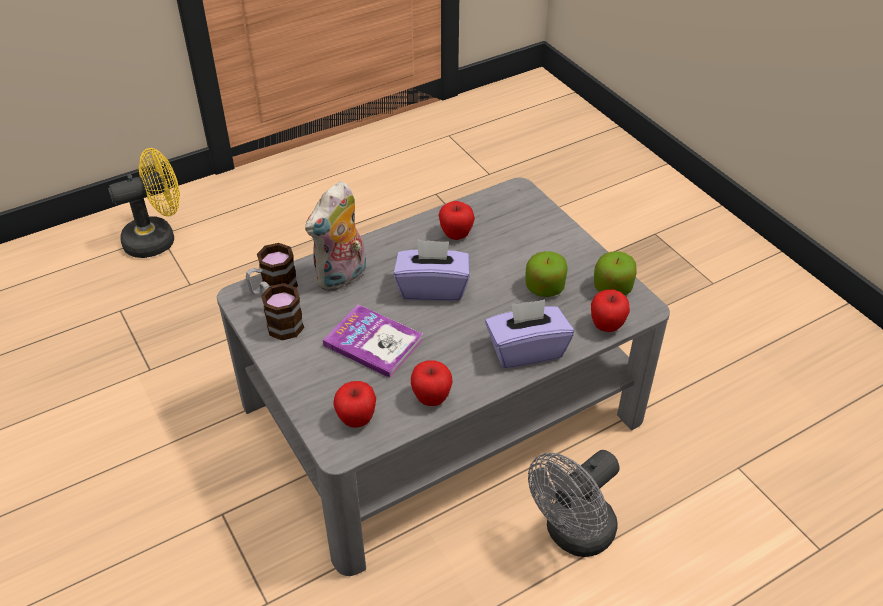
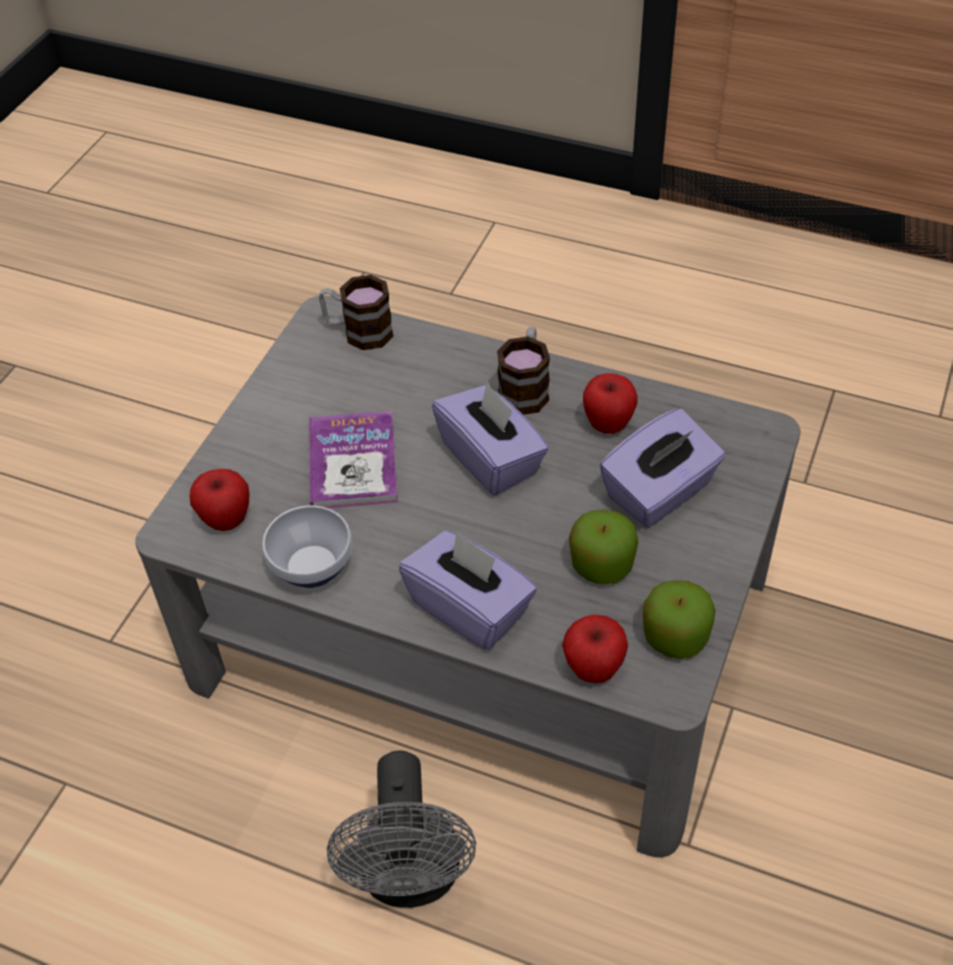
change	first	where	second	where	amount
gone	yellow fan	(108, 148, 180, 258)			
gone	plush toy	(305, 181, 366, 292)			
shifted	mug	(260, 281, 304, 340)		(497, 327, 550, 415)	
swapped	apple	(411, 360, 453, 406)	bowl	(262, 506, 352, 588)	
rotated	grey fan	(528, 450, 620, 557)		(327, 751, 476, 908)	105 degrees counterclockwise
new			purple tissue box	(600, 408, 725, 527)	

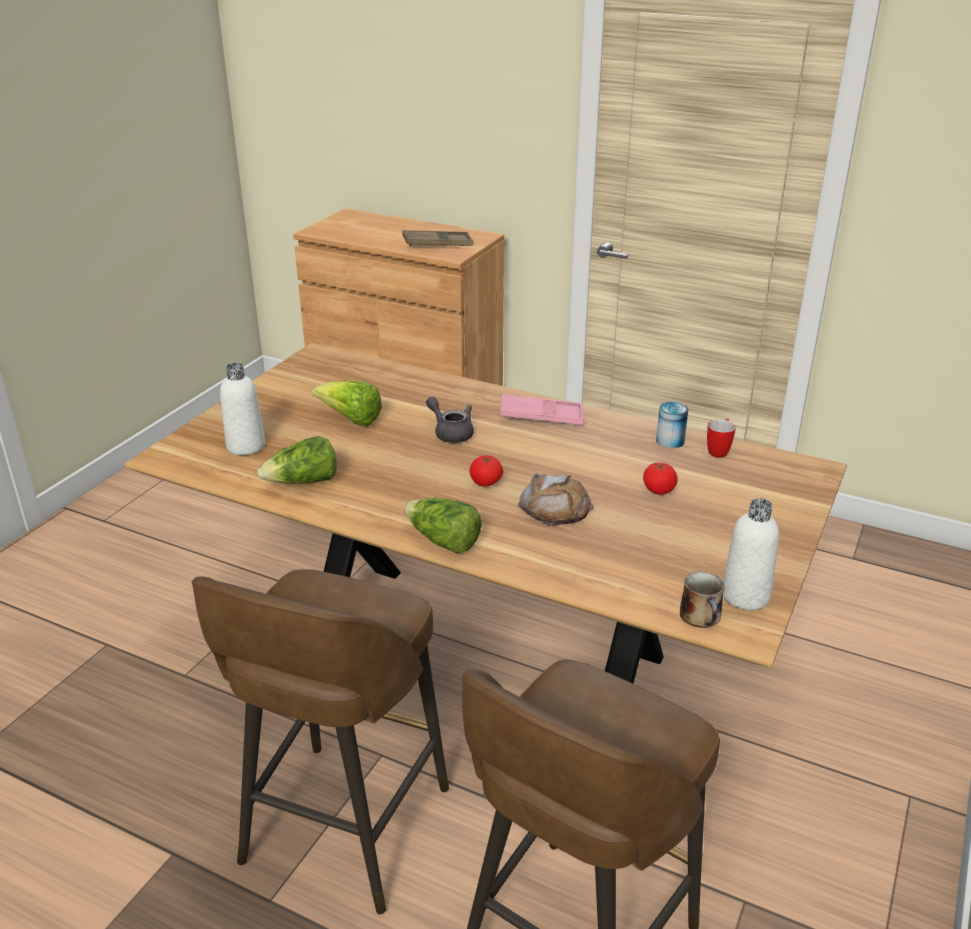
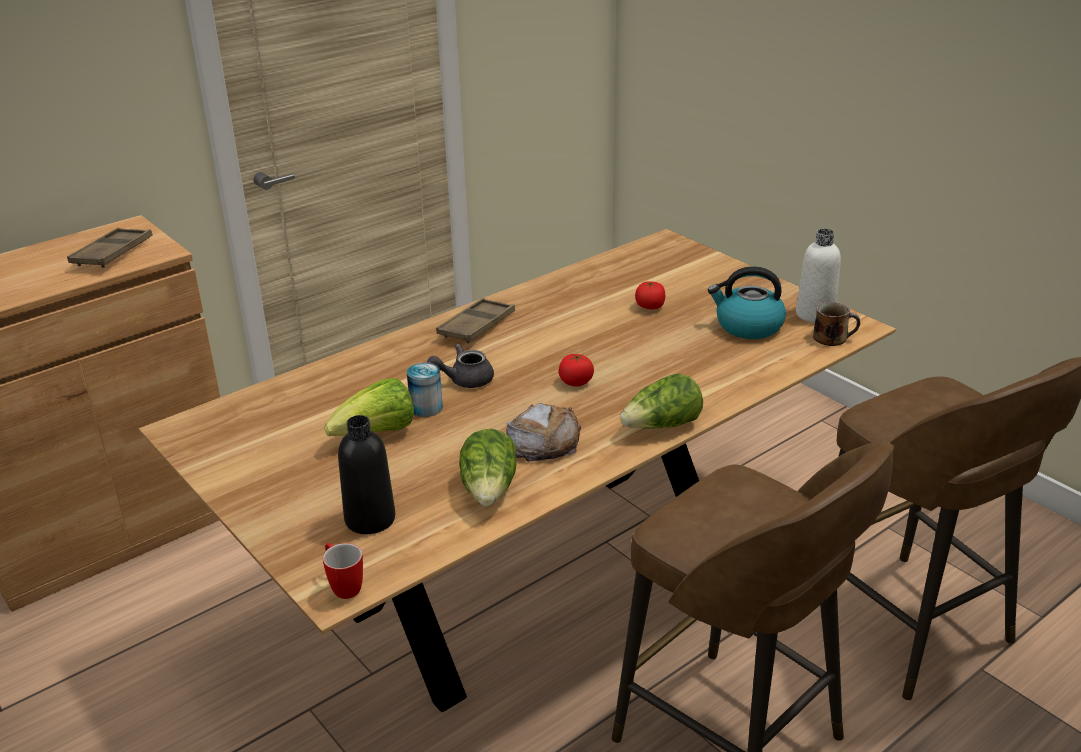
change	first	where	second	where	amount
repainted	white bottle	(220, 363, 265, 455)	black bottle	(338, 415, 395, 534)	
repainted	pink tray	(500, 394, 584, 425)	brown tray	(436, 298, 515, 343)	
shifted	can	(656, 402, 688, 448)		(407, 362, 443, 417)	
shifted	mug	(707, 419, 736, 458)		(323, 543, 363, 599)	
shifted	bread	(518, 473, 594, 526)		(506, 403, 581, 462)	
new			kettle	(708, 266, 786, 339)	

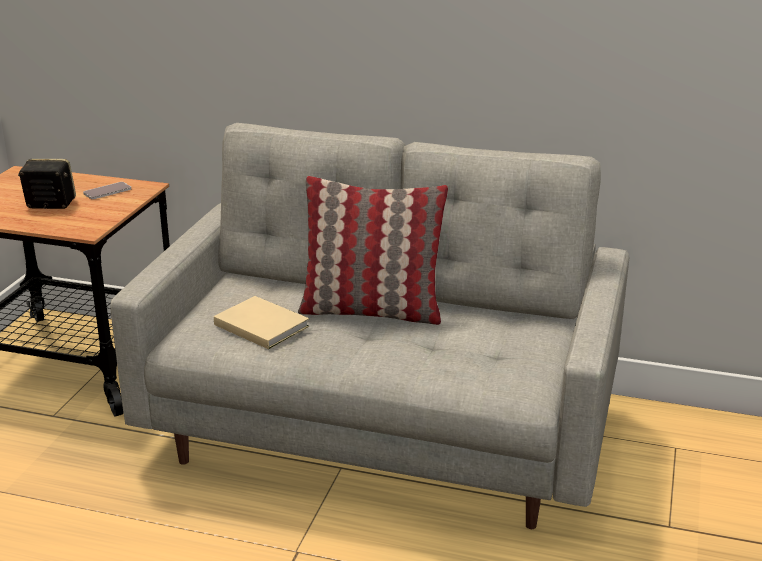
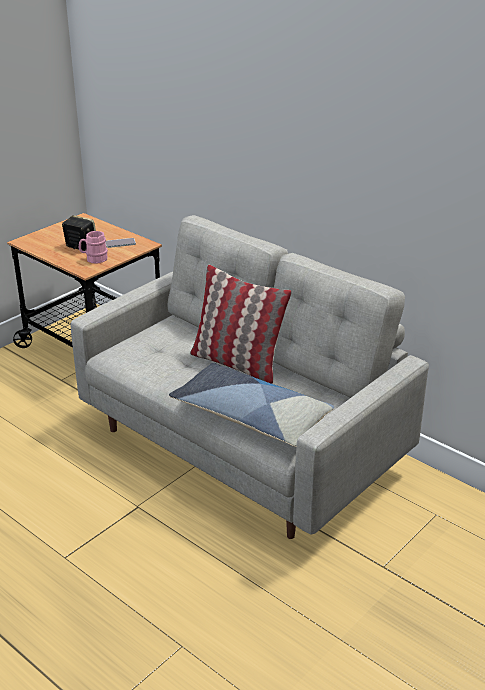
change	first	where	second	where	amount
gone	beige book	(214, 296, 309, 349)			
new			pink mug	(79, 231, 108, 264)	
new			pillow	(169, 363, 334, 447)	

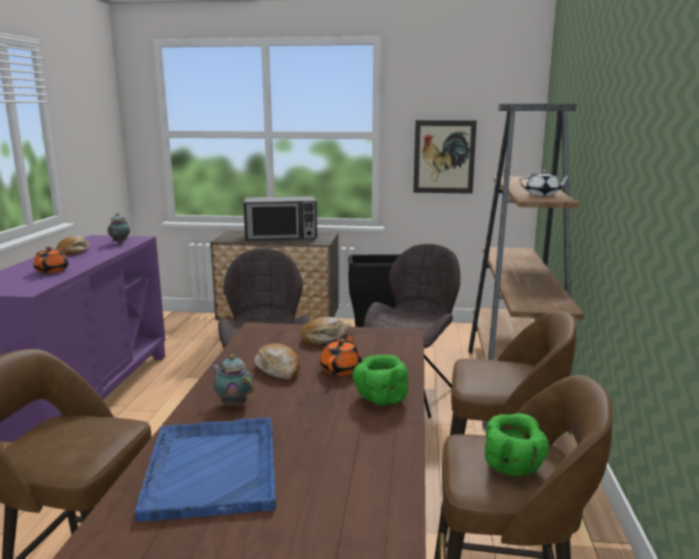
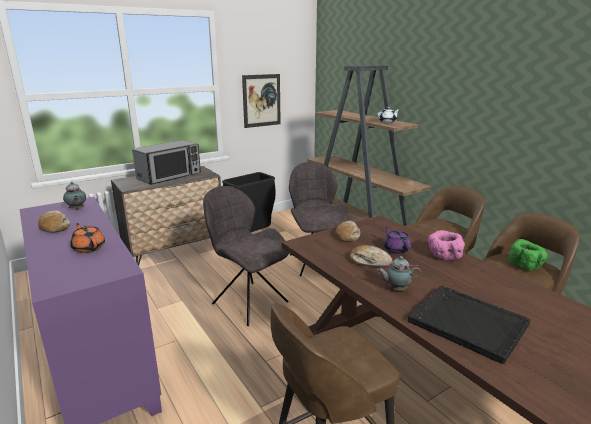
change	first	where	second	where	amount
repainted	orange teapot	(320, 334, 362, 376)	purple teapot	(384, 226, 411, 254)	
repainted	green bowl	(353, 355, 408, 406)	pink bowl	(428, 230, 465, 260)	
repainted	blue tray	(134, 417, 276, 522)	black tray	(408, 286, 531, 364)	

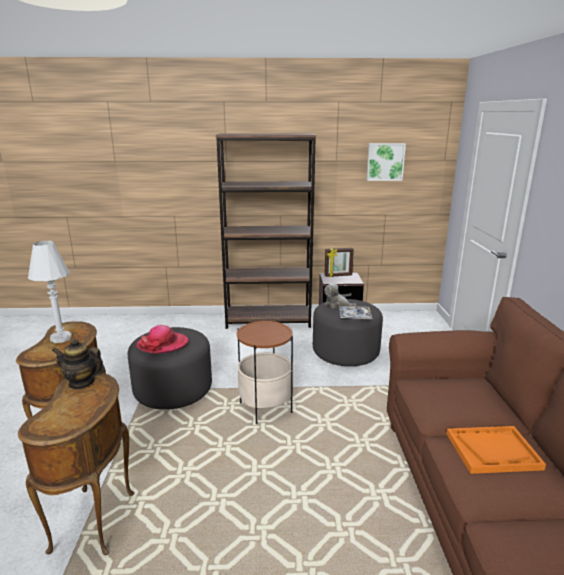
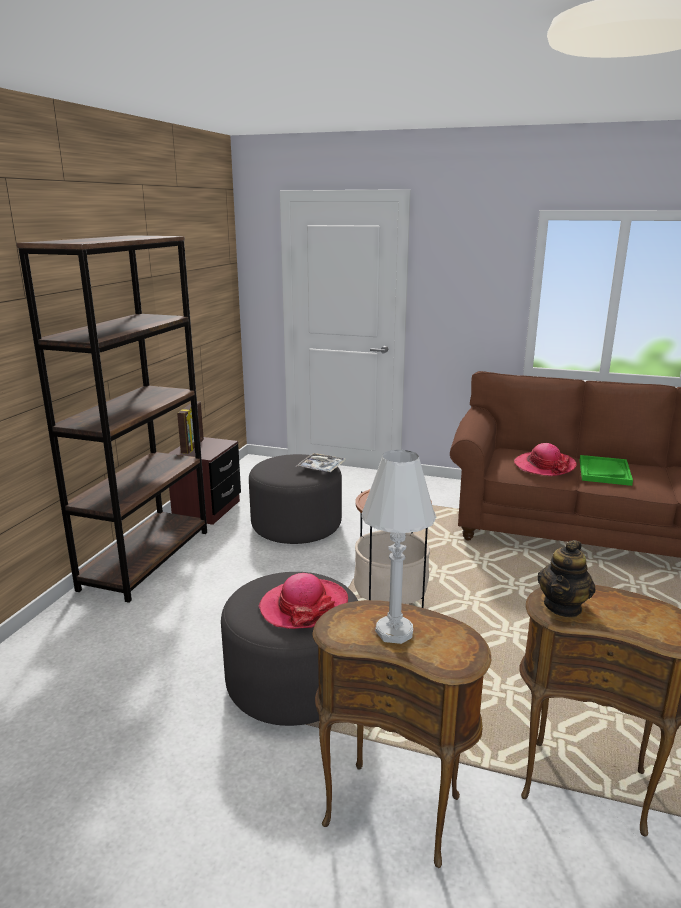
change	first	where	second	where	amount
gone	picture	(366, 143, 406, 181)			
gone	plush toy	(324, 283, 356, 308)			
repainted	orange tray	(447, 426, 546, 474)	green tray	(580, 455, 633, 486)	
new			hat	(514, 443, 577, 476)	

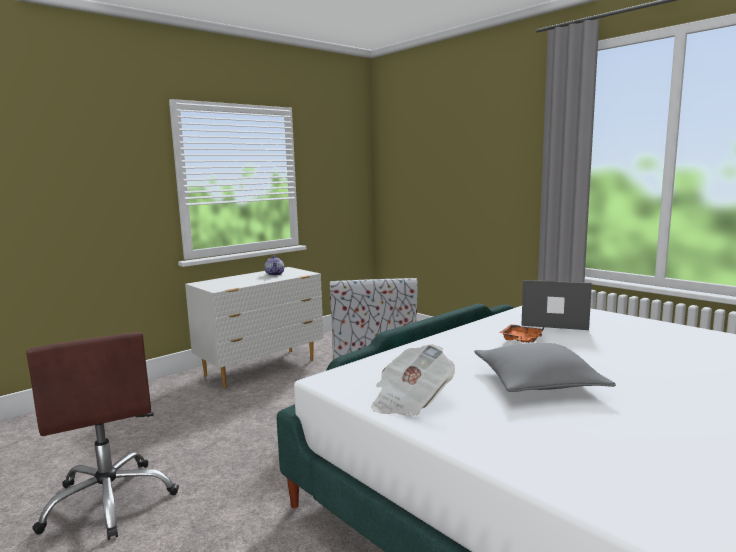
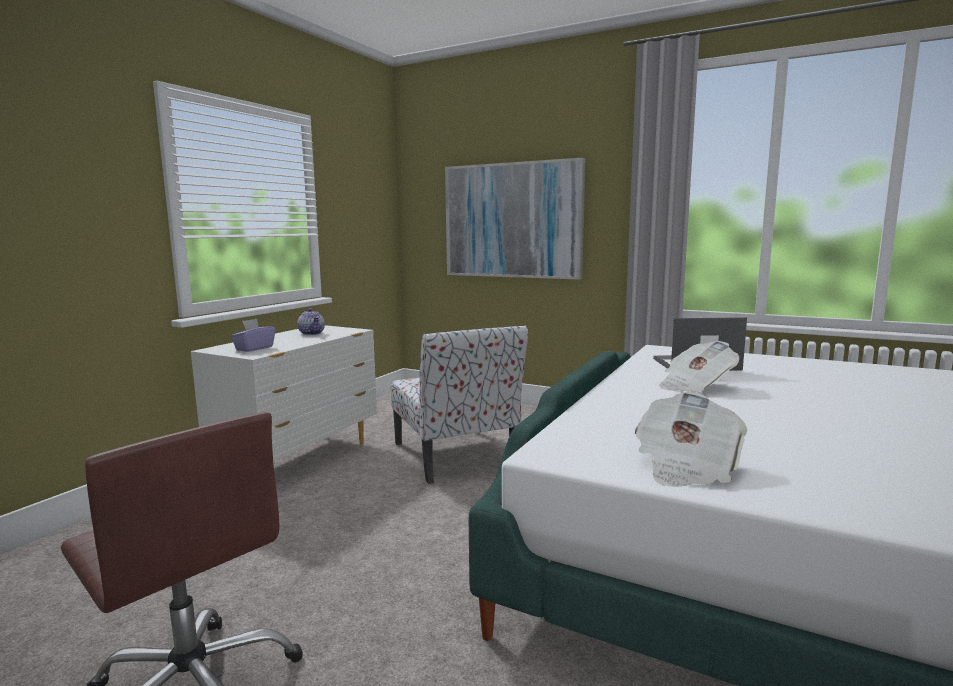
change	first	where	second	where	amount
swapped	orange tray	(499, 324, 545, 343)	newspaper	(659, 341, 739, 392)	
gone	grey pillow	(474, 343, 616, 392)			
new			picture	(445, 158, 585, 279)	
new			purple tissue box	(230, 319, 276, 352)	

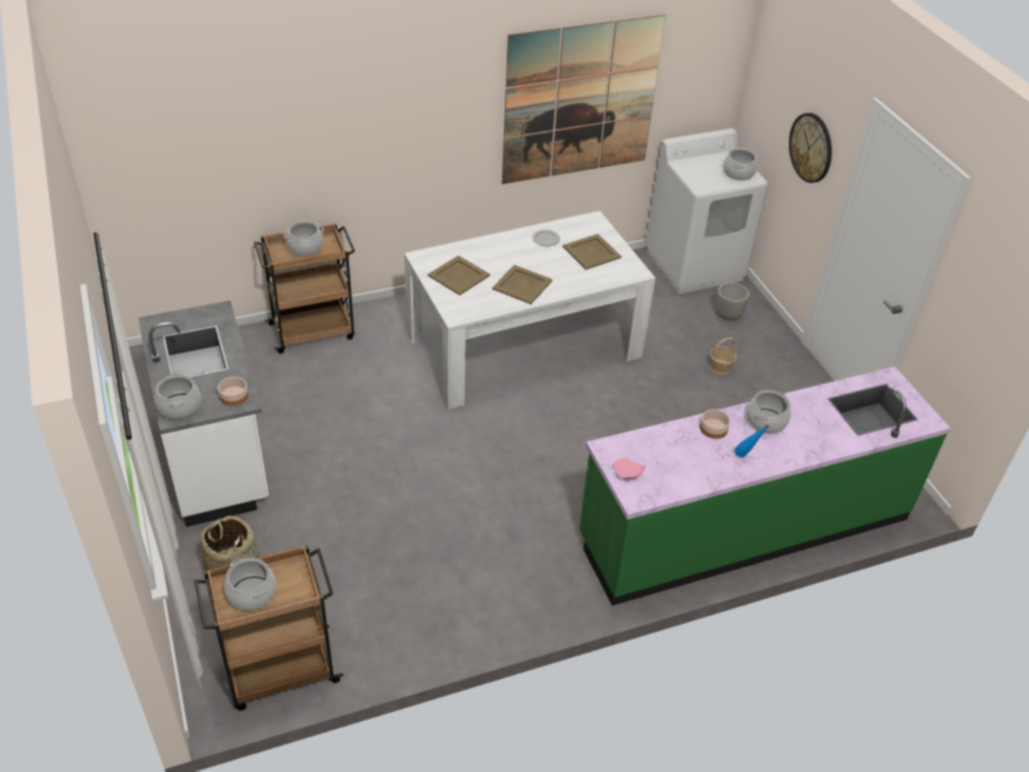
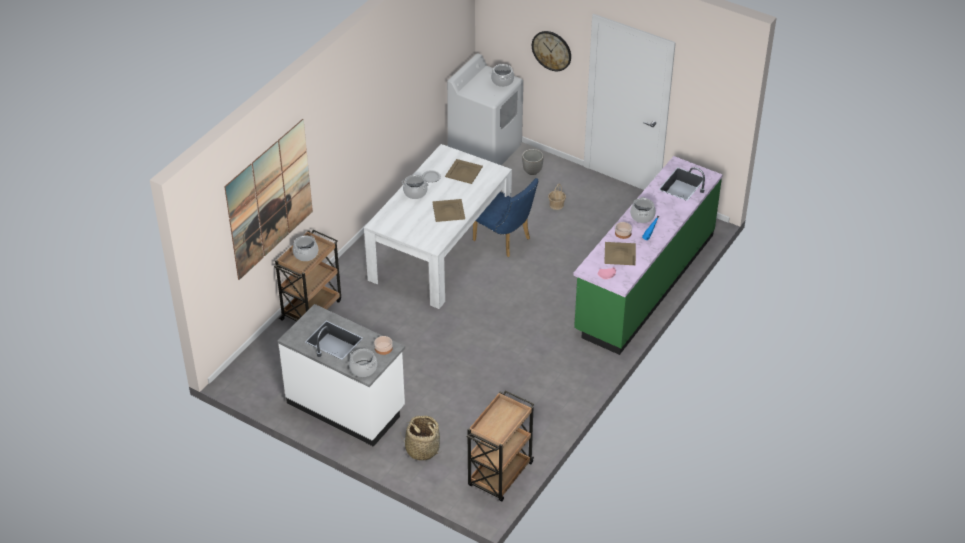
change	first	where	second	where	amount
shifted	picture	(502, 15, 666, 184)		(224, 119, 313, 280)	
shifted	beige tray	(428, 255, 490, 295)		(604, 242, 636, 265)	
shifted	cooking pot	(224, 558, 276, 611)		(402, 175, 429, 199)	
new			blue chair	(473, 178, 539, 257)	

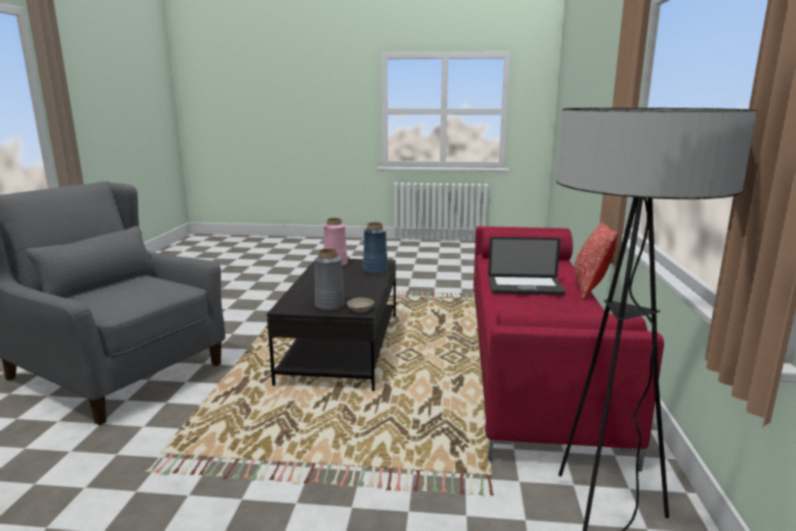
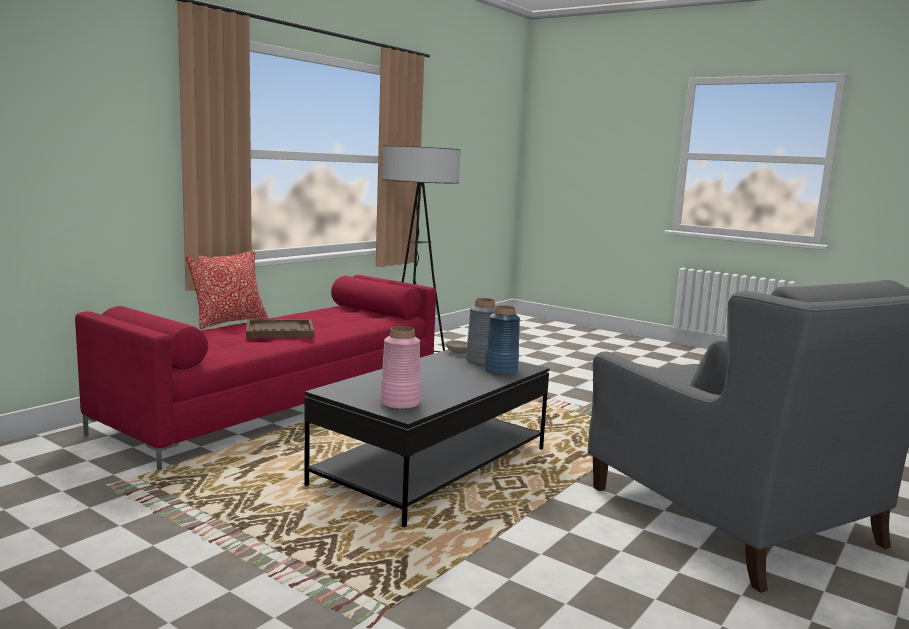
change	first	where	second	where	amount
shifted	blue vase	(363, 222, 388, 273)		(485, 305, 520, 376)	
swapped	laptop	(488, 237, 566, 295)	brown tray	(246, 319, 314, 338)	

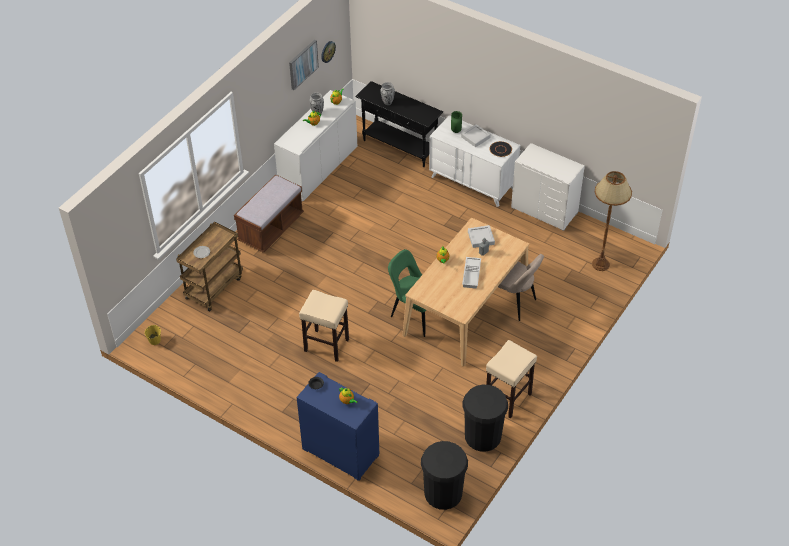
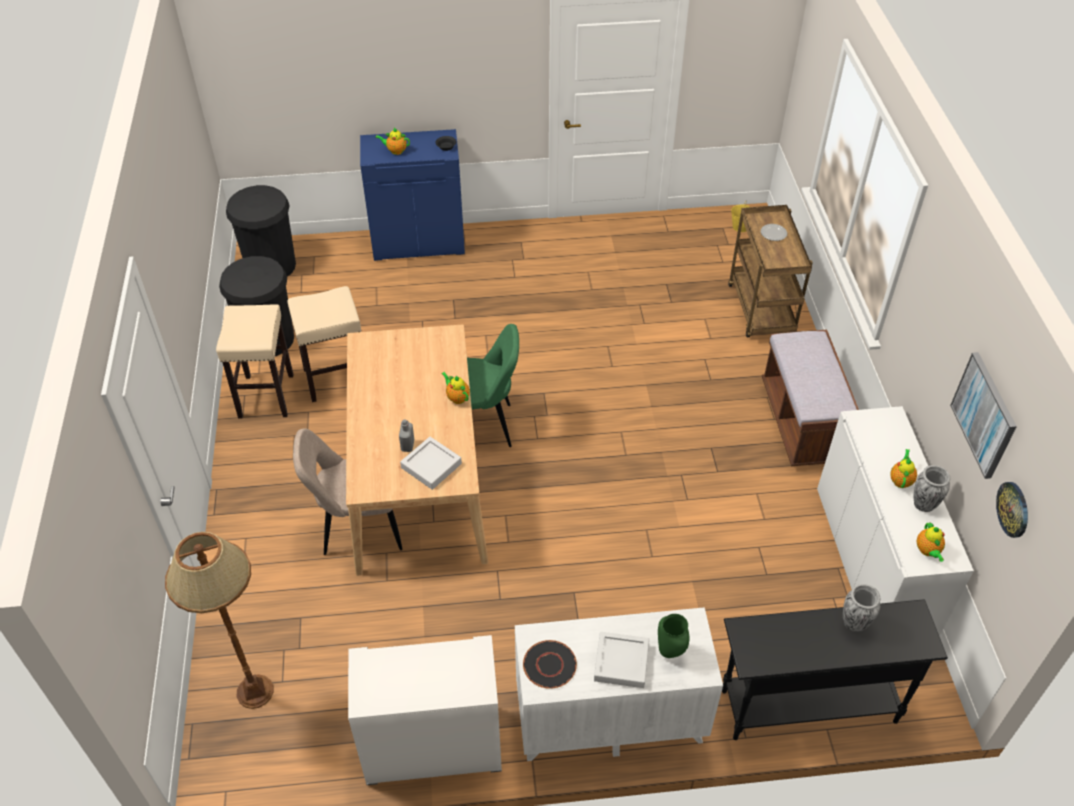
change	first	where	second	where	amount
gone	white tray	(462, 257, 481, 289)			
shifted	beige stool	(299, 290, 349, 362)		(287, 286, 361, 402)	

